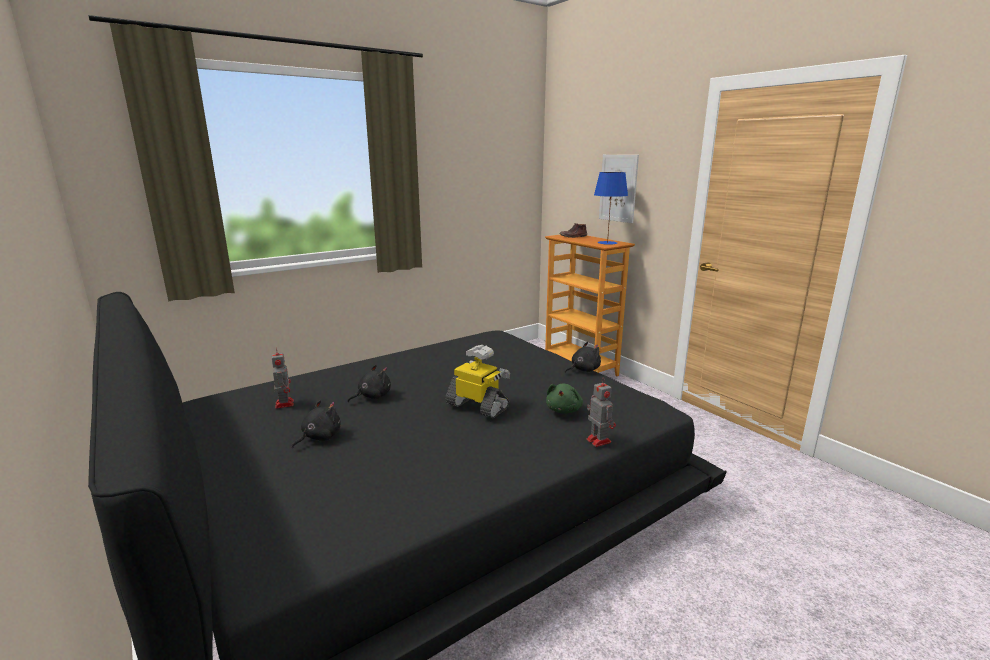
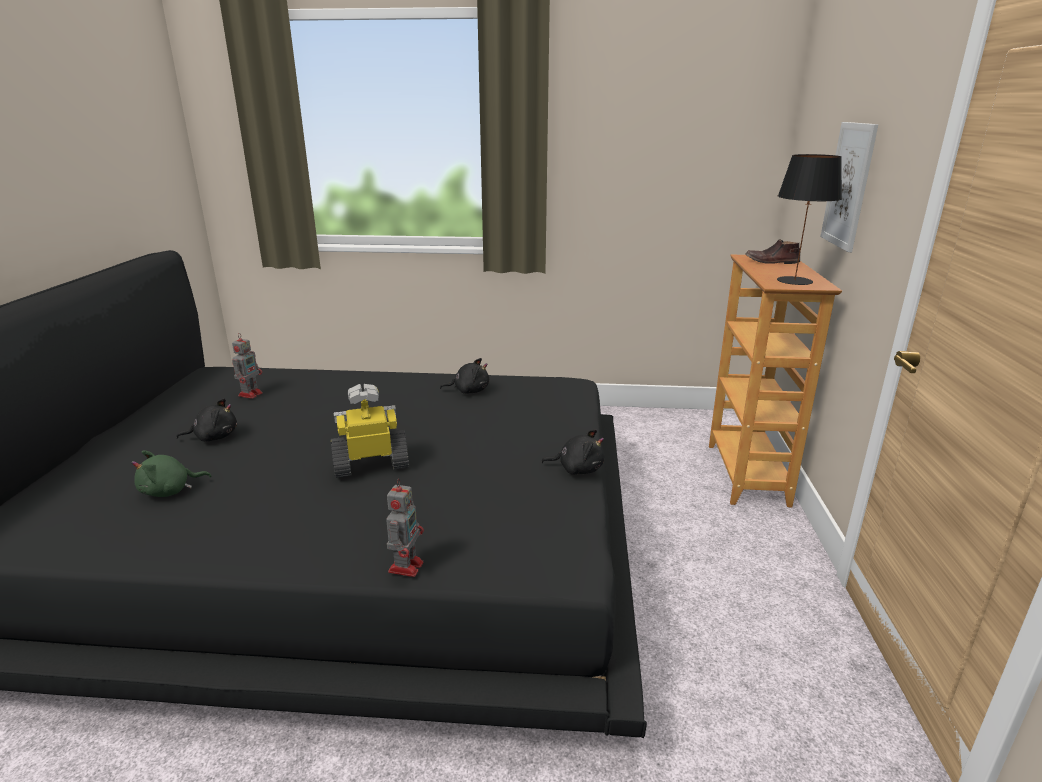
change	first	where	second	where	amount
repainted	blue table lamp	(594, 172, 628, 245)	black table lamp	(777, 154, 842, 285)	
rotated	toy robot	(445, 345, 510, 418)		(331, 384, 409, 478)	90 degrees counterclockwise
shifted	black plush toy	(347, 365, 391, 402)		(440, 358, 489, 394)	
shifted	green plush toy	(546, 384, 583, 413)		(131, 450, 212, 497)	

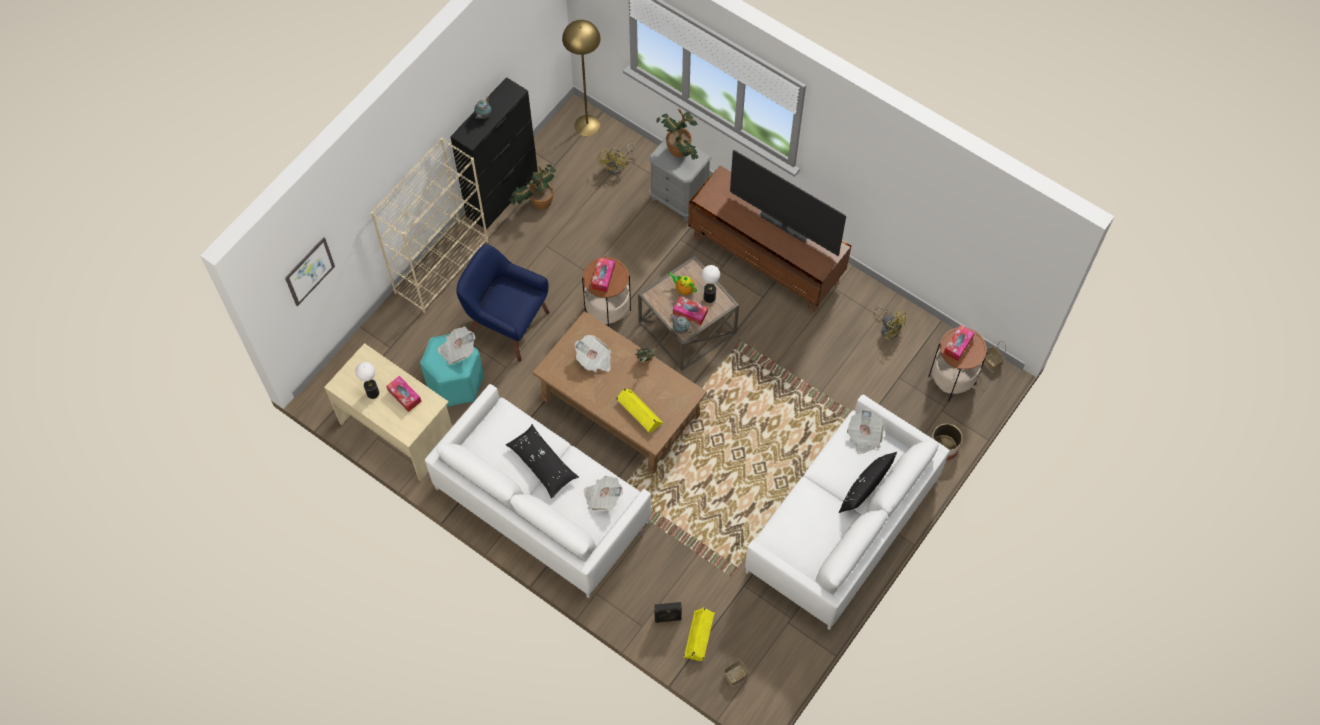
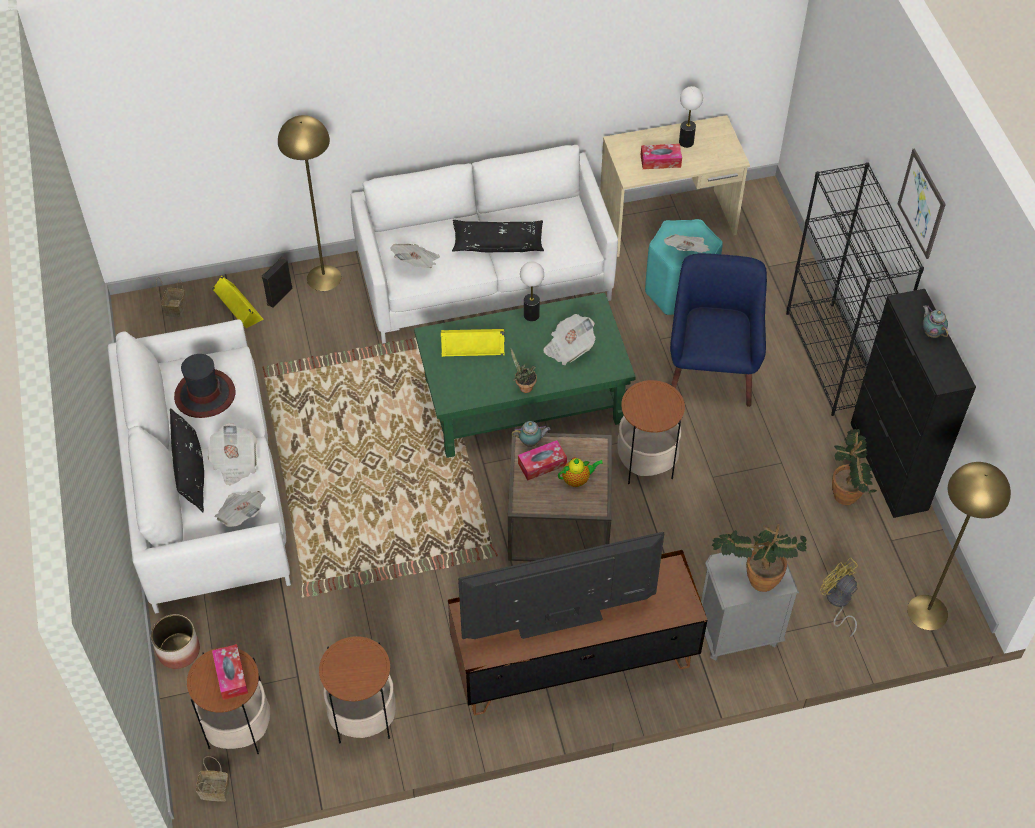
change	first	where	second	where	amount
repainted	beige bookcase	(371, 138, 488, 313)	black bookcase	(786, 162, 924, 416)	
shifted	picture	(285, 237, 335, 306)		(897, 148, 946, 259)	
rotated	blue armchair	(456, 244, 550, 362)		(670, 253, 767, 407)	60 degrees counterclockwise
gone	tissue box	(591, 257, 615, 292)			
shifted	table lamp	(702, 265, 720, 303)		(520, 262, 544, 321)	
swapped	yellow fan	(876, 303, 907, 341)	side table	(319, 636, 396, 743)	
repainted	brown coffee table	(532, 311, 707, 474)	green coffee table	(414, 293, 636, 458)	
new			yellow floor lamp	(278, 115, 341, 291)	
new			hat	(174, 354, 235, 418)	
new			newspaper	(207, 423, 258, 485)	

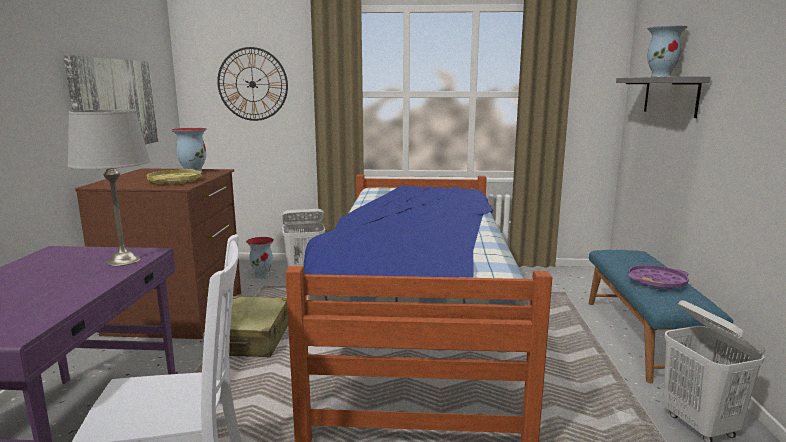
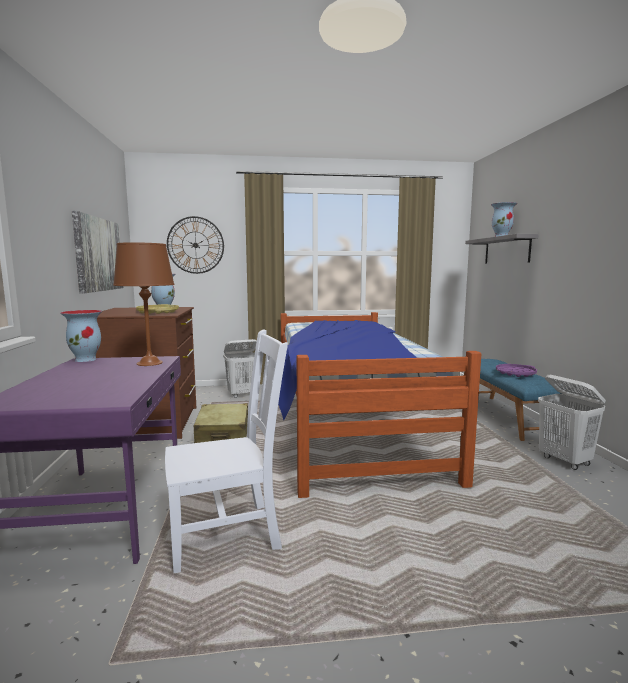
change	first	where	second	where	amount
repainted	grey table lamp	(68, 109, 150, 266)	brown table lamp	(113, 242, 175, 366)	
shifted	vase	(246, 237, 274, 277)		(60, 310, 102, 362)	

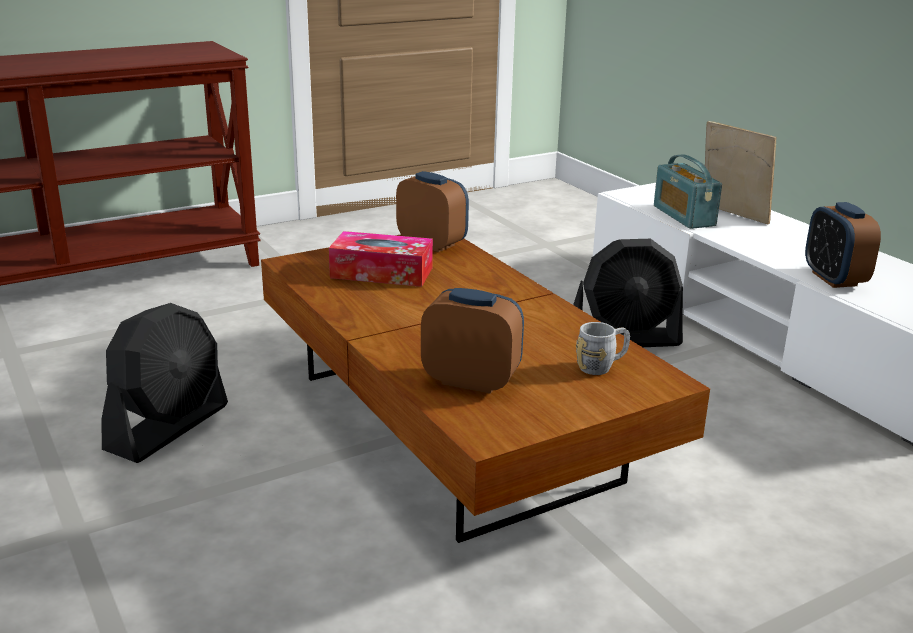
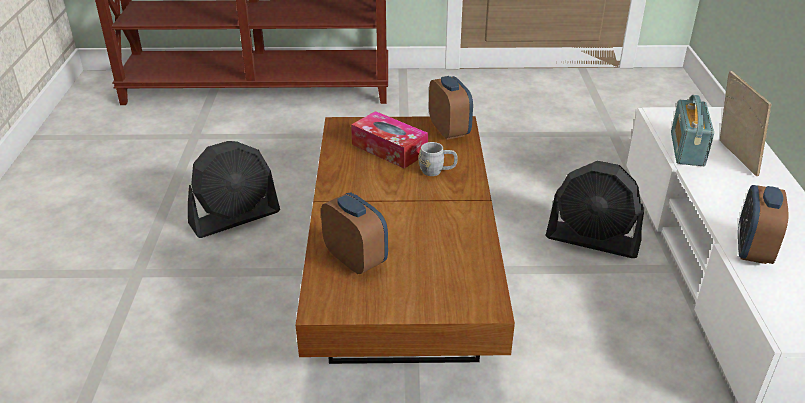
change	first	where	second	where	amount
shifted	grey mug	(576, 322, 630, 375)		(418, 142, 458, 176)	

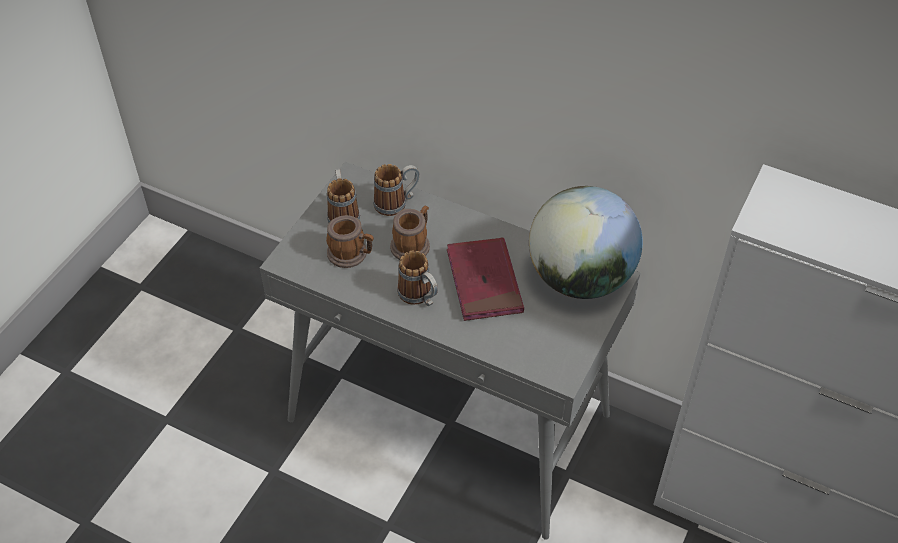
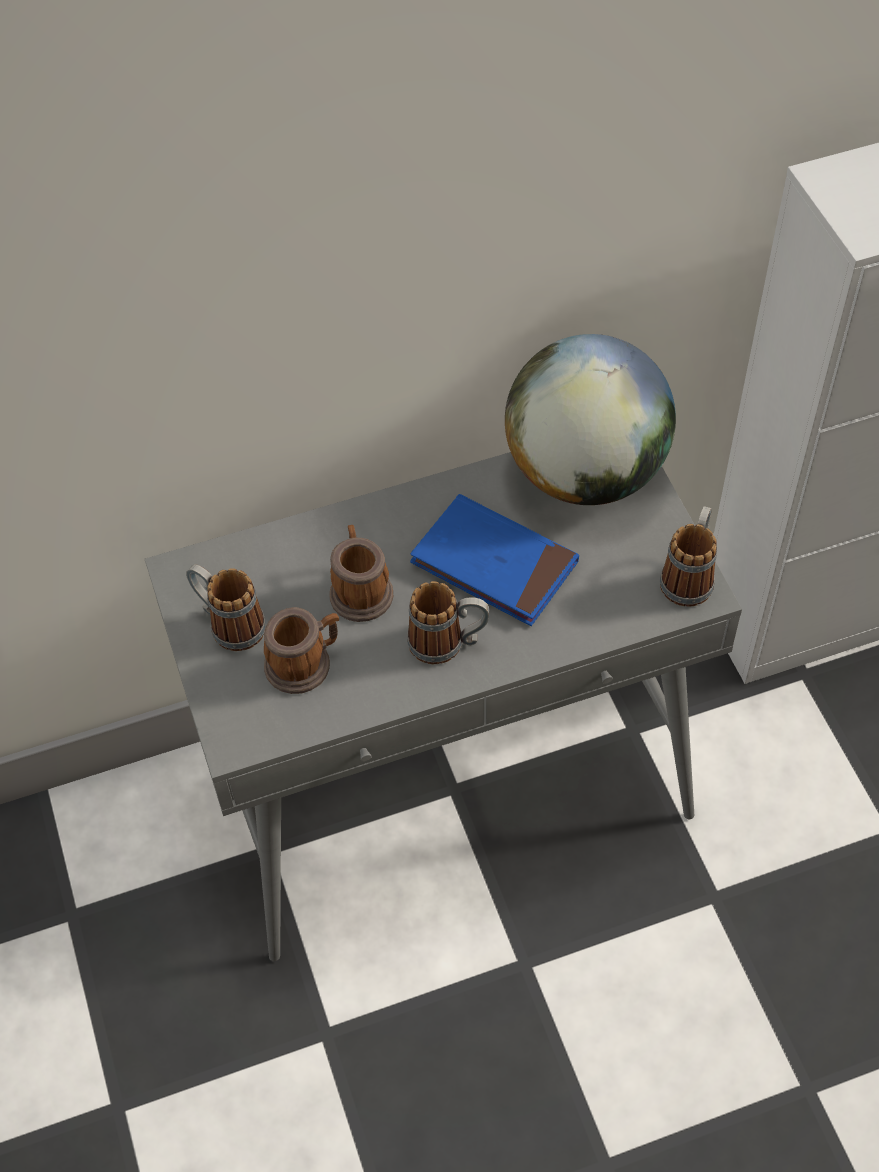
change	first	where	second	where	amount
shifted	mug	(373, 164, 420, 216)		(660, 506, 717, 607)	
repainted	red book	(447, 237, 524, 321)	blue book	(410, 494, 579, 626)	

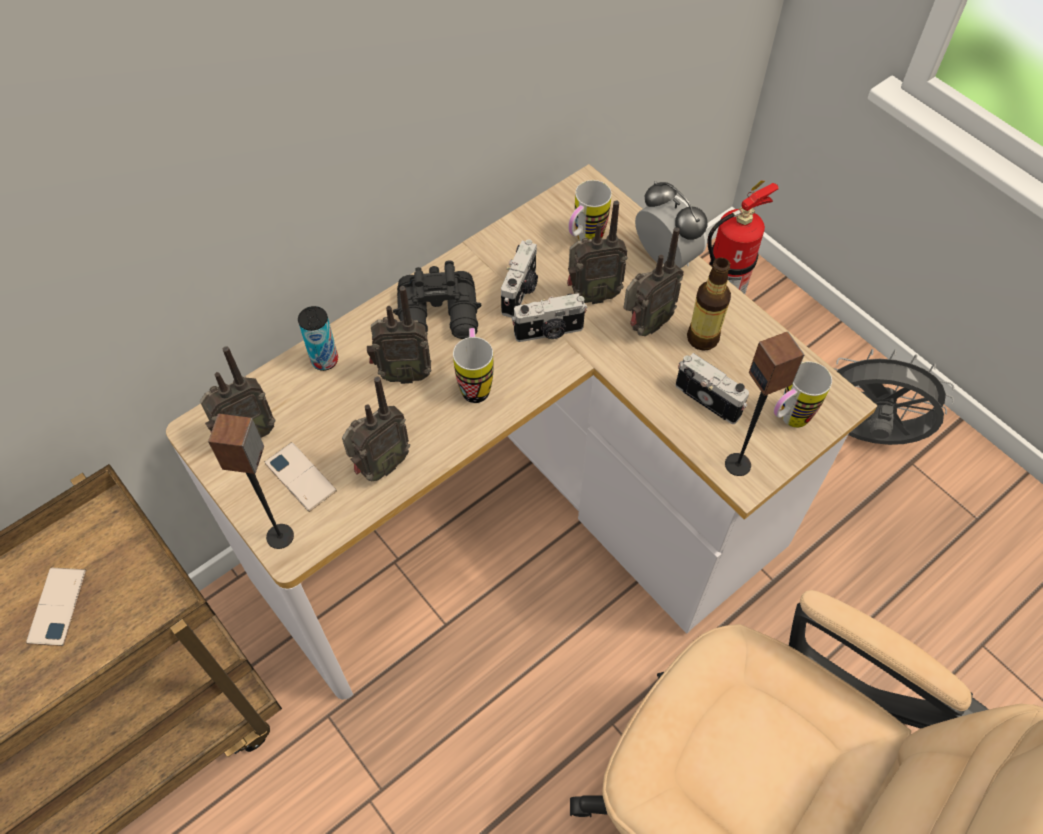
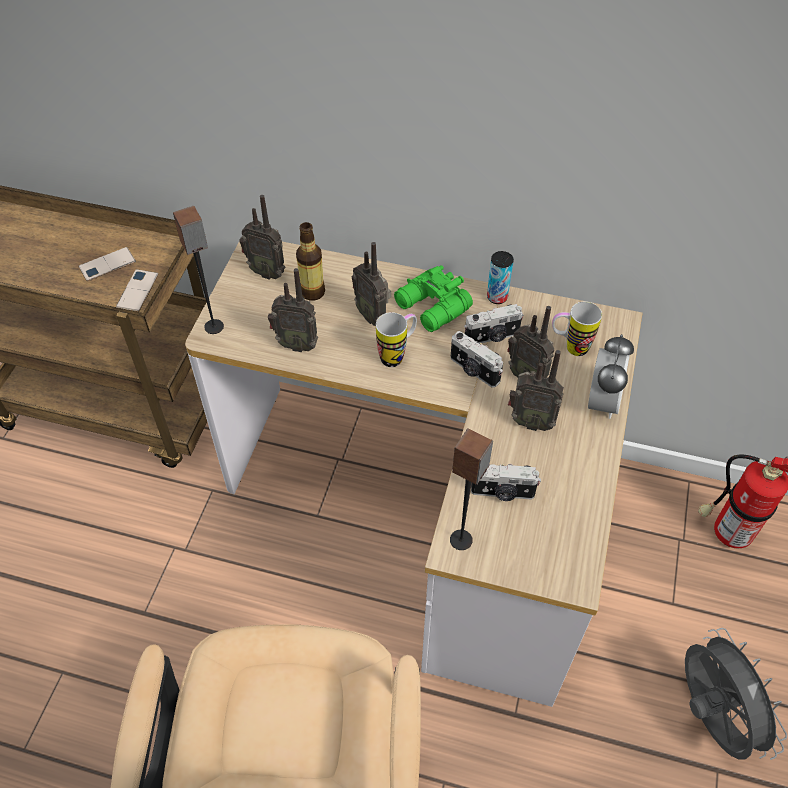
change	first	where	second	where	amount
shifted	bottle	(687, 258, 731, 351)		(296, 222, 325, 301)	
repainted	black binoculars	(393, 260, 481, 339)	green binoculars	(394, 265, 473, 332)	
shifted	can	(298, 306, 338, 371)		(487, 251, 514, 304)	
rotated	photo camera	(675, 353, 749, 424)		(471, 464, 541, 501)	90 degrees clockwise
gone	mug	(774, 361, 832, 428)			
shifted	phone	(265, 442, 337, 512)		(116, 269, 158, 312)	

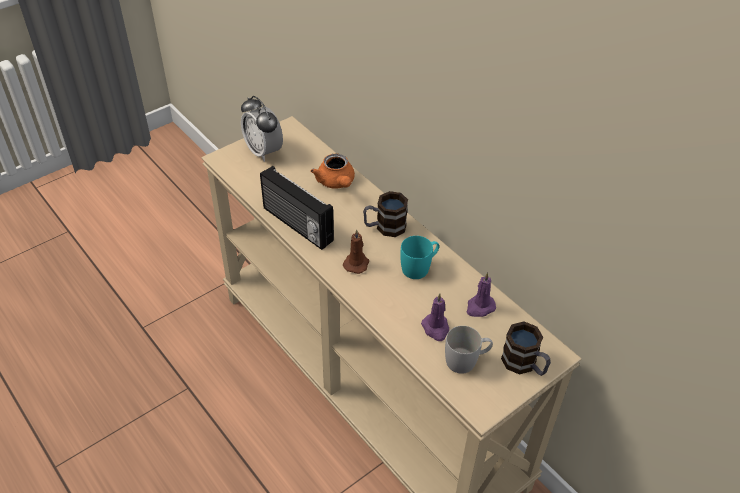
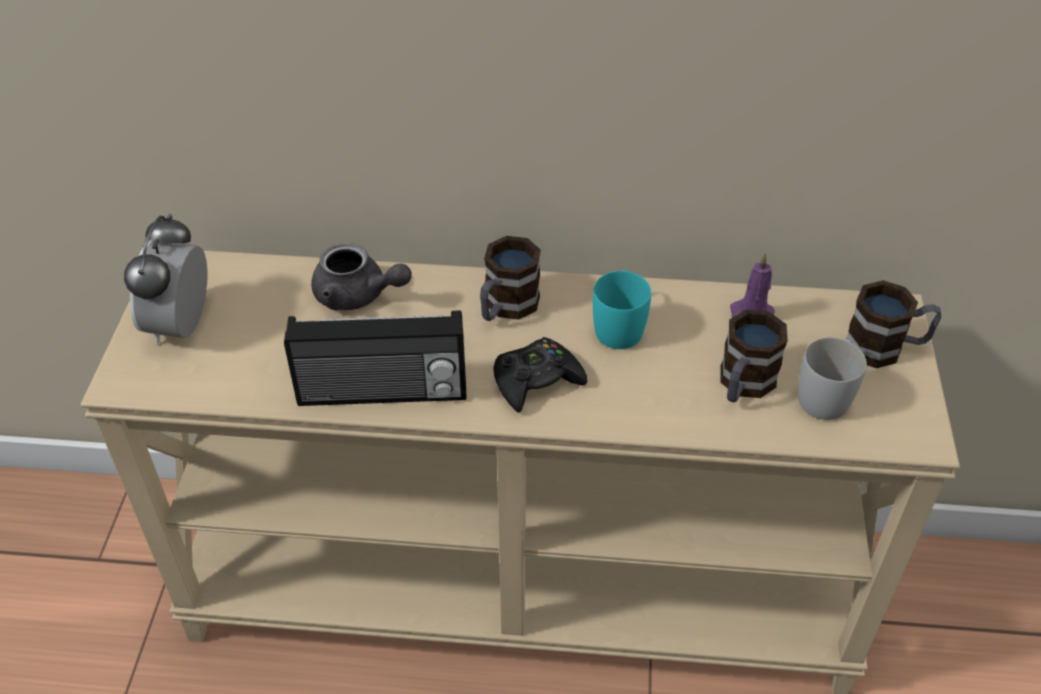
change	first	where	second	where	amount
rotated	alarm clock	(241, 96, 283, 162)		(124, 214, 207, 345)	90 degrees clockwise
repainted	orange teapot	(311, 154, 355, 189)	grey teapot	(311, 243, 412, 310)	
swapped	brown candle	(343, 229, 369, 274)	black game controller	(493, 337, 587, 413)	
swapped	purple candle	(421, 293, 449, 341)	mug	(721, 310, 788, 403)	

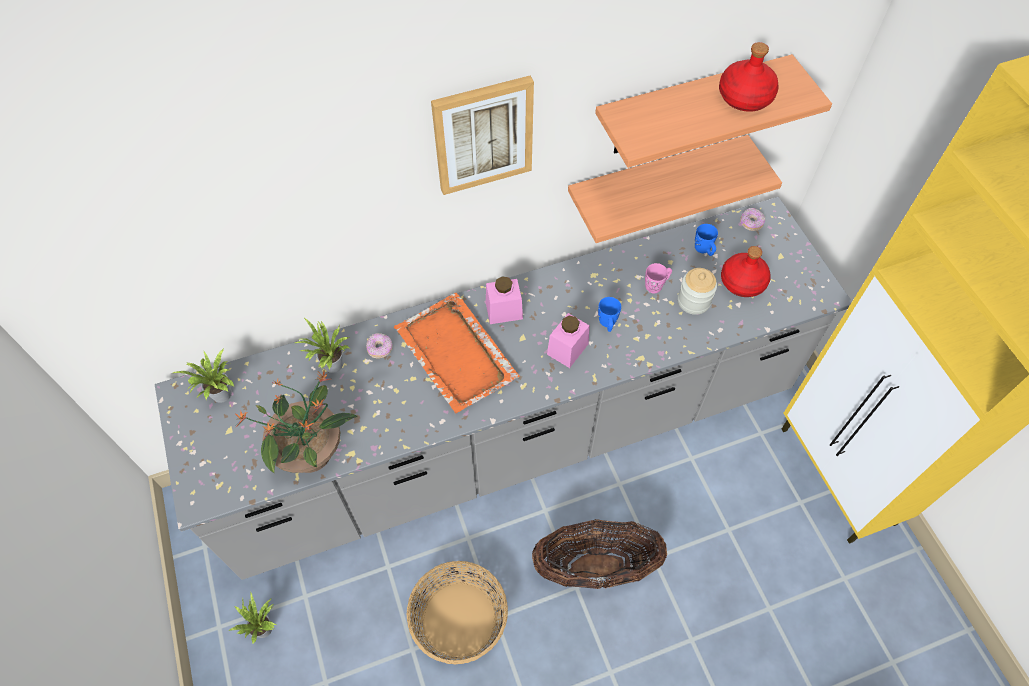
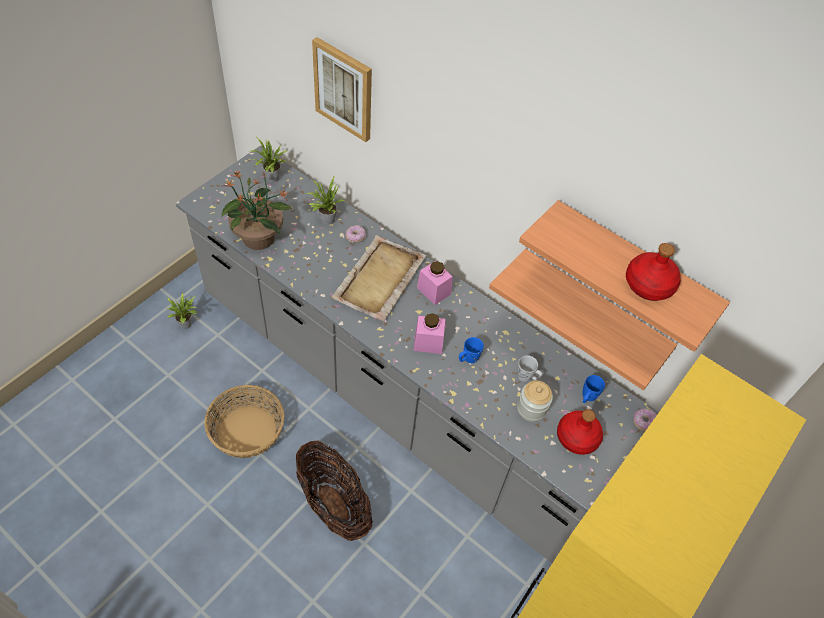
change	first	where	second	where	amount
shifted	picture	(431, 76, 534, 195)		(312, 37, 372, 142)	
repainted	pink mug	(645, 263, 672, 293)	white mug	(517, 355, 543, 382)	
repainted	orange tray	(394, 293, 520, 413)	beige tray	(331, 235, 426, 321)	

